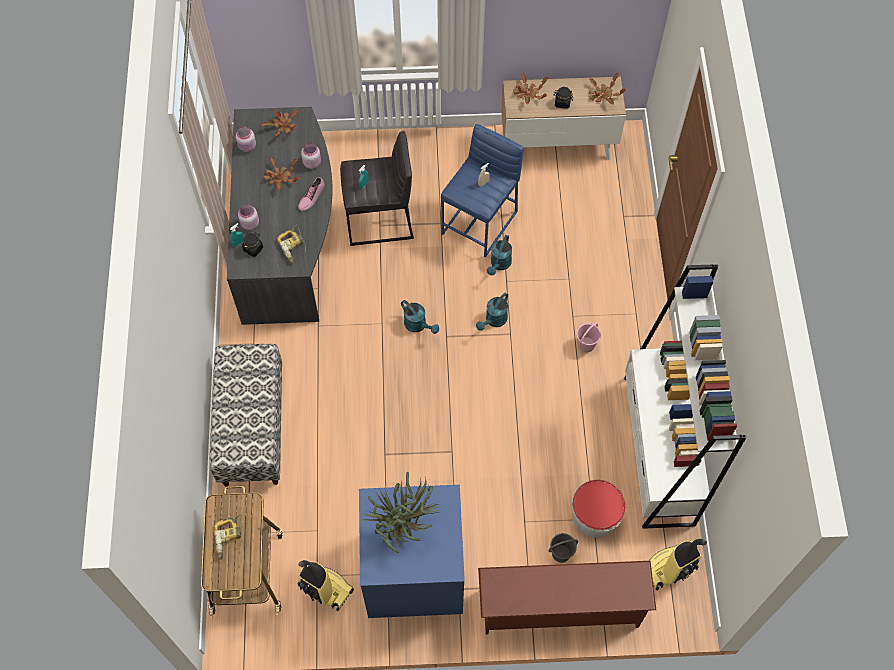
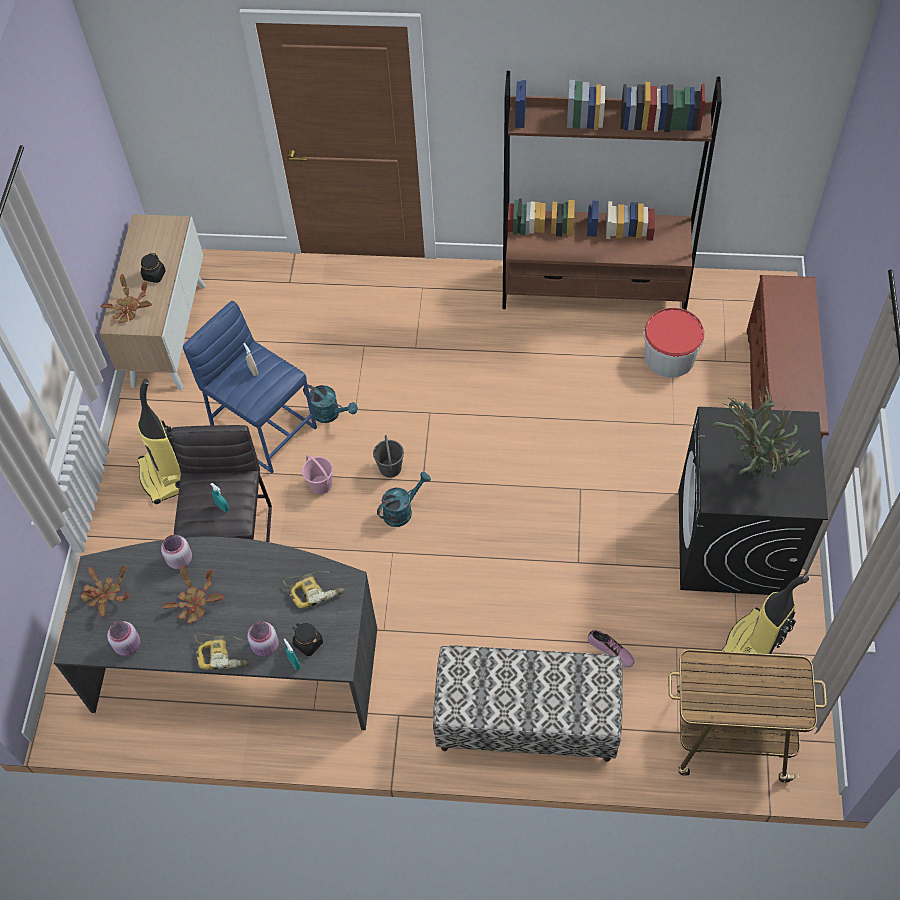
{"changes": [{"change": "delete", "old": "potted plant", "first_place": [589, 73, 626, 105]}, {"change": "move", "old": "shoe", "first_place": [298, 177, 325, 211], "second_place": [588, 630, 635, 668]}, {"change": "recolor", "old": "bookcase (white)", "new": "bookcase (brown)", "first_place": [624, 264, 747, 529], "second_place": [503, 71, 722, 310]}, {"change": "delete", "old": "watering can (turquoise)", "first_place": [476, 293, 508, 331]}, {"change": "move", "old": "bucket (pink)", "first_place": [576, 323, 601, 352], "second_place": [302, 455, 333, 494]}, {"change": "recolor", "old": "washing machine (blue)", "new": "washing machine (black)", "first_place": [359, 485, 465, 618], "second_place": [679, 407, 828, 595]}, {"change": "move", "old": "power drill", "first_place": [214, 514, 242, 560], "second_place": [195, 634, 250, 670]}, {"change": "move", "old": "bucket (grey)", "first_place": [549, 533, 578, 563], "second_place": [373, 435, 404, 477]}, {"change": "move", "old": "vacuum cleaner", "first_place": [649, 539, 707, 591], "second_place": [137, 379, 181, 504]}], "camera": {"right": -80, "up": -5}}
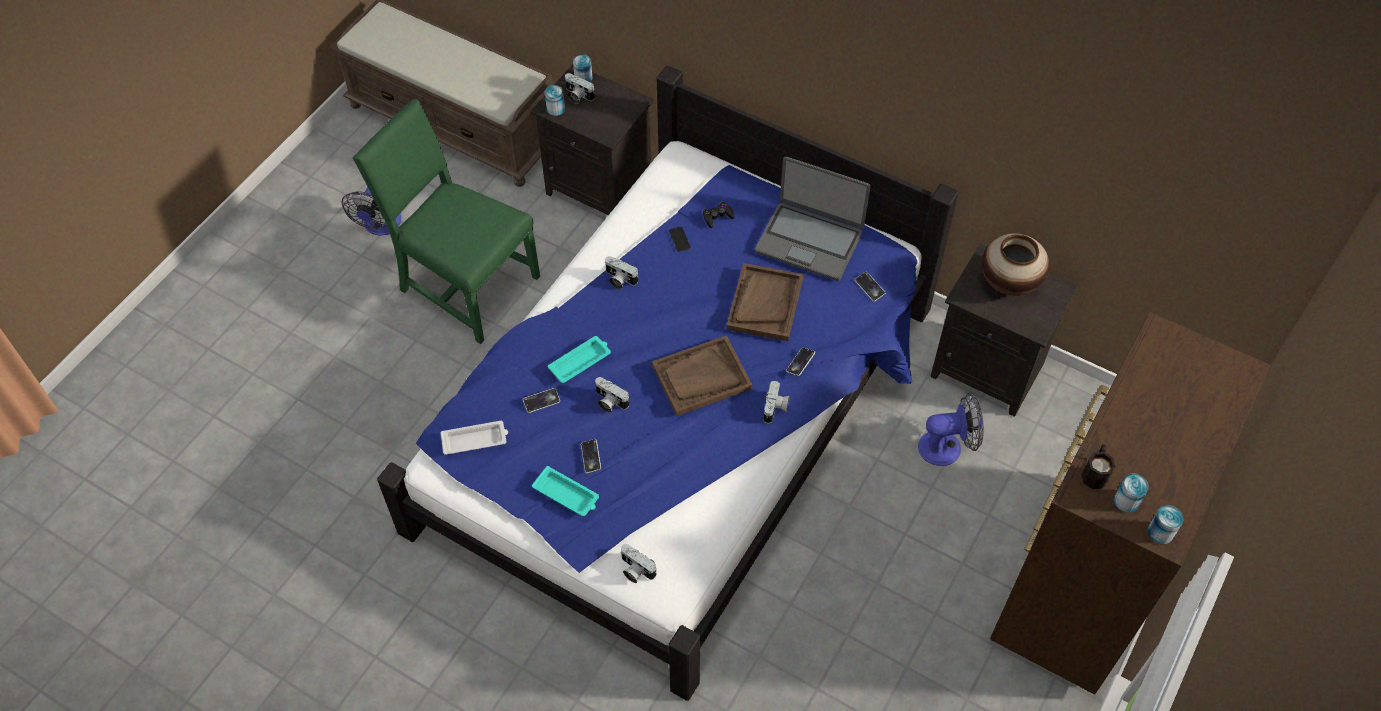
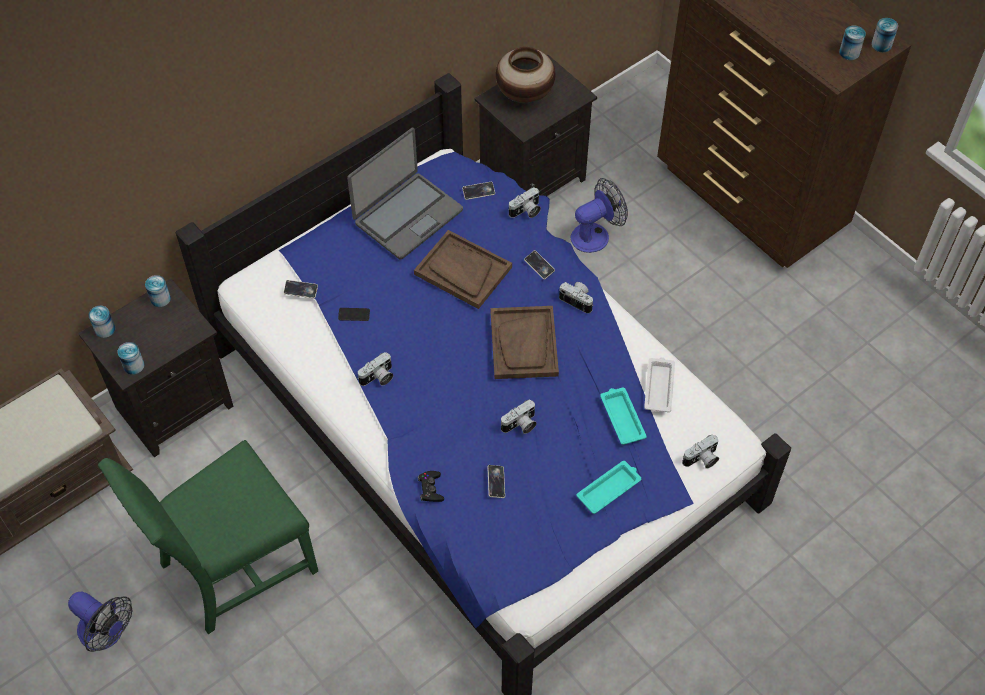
{"changes": [{"change": "move", "old": "photo camera", "first_place": [565, 73, 595, 104], "second_place": [508, 187, 541, 218]}, {"change": "move", "old": "game controller (black)", "first_place": [703, 202, 734, 228], "second_place": [418, 471, 444, 502]}, {"change": "move", "old": "tray (turquoise)", "first_place": [548, 336, 611, 383], "second_place": [600, 387, 647, 445]}, {"change": "rotate", "old": "fan", "first_place": [918, 393, 984, 466], "second_place": [571, 178, 628, 253], "degrees": 45}, {"change": "move", "old": "tray (white)", "first_place": [441, 421, 508, 455], "second_place": [644, 357, 675, 412]}, {"change": "move", "old": "phone", "first_place": [581, 439, 601, 474], "second_place": [283, 280, 318, 298]}, {"change": "delete", "old": "mug (black)", "first_place": [1081, 444, 1116, 489]}, {"change": "insert", "new": "can", "second_place": [145, 275, 171, 307]}], "camera": {"right": -70, "up": 0}}
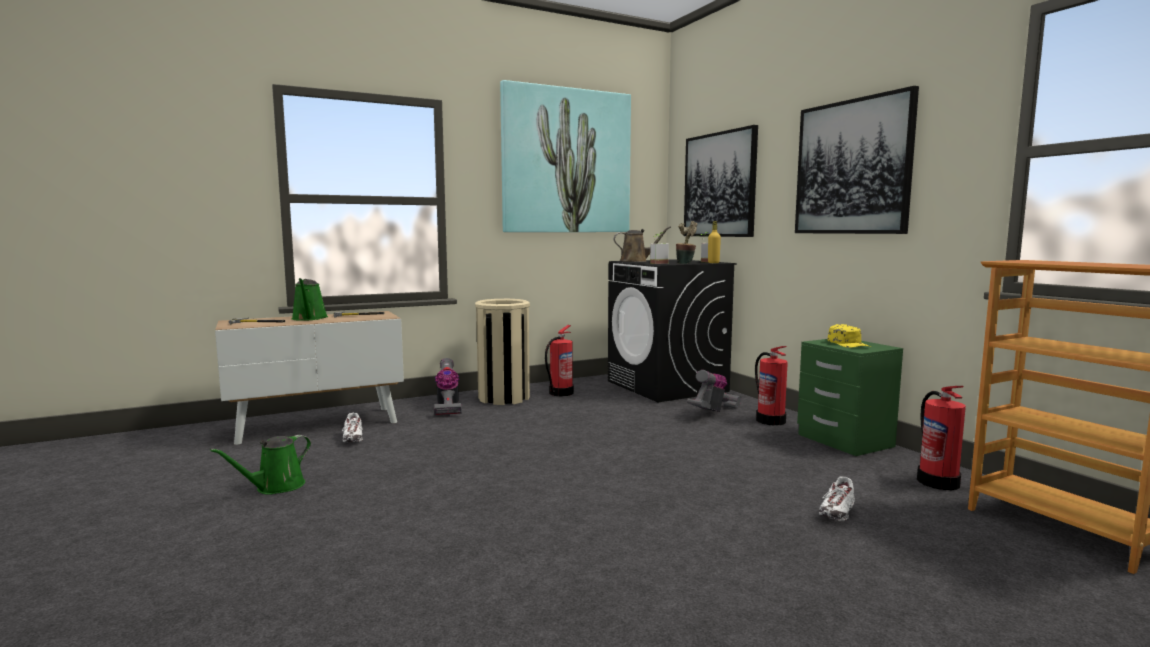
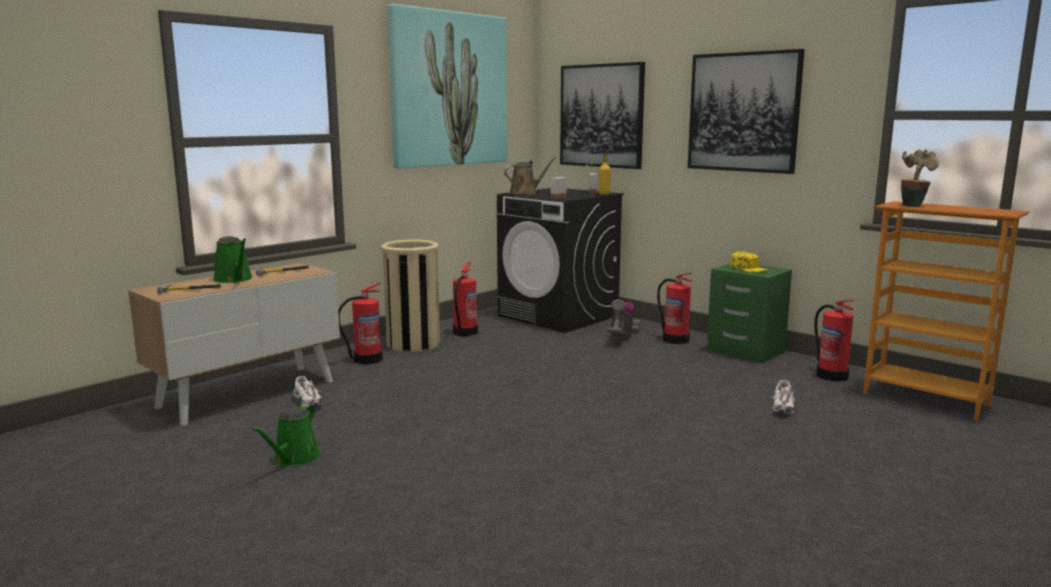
{"changes": [{"change": "move", "old": "potted plant", "first_place": [676, 221, 697, 264], "second_place": [901, 149, 939, 207]}, {"change": "replace", "old": "vacuum cleaner", "new": "fire extinguisher", "first_place": [434, 358, 461, 416], "second_place": [338, 282, 383, 364]}], "camera": {"right": -20, "up": 5}}
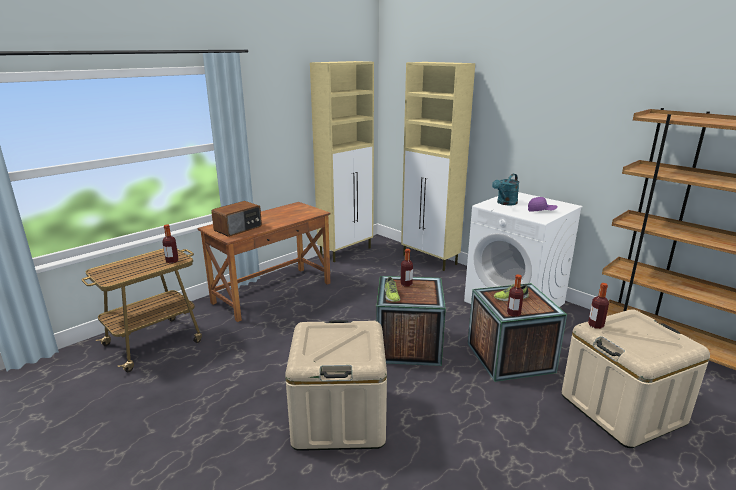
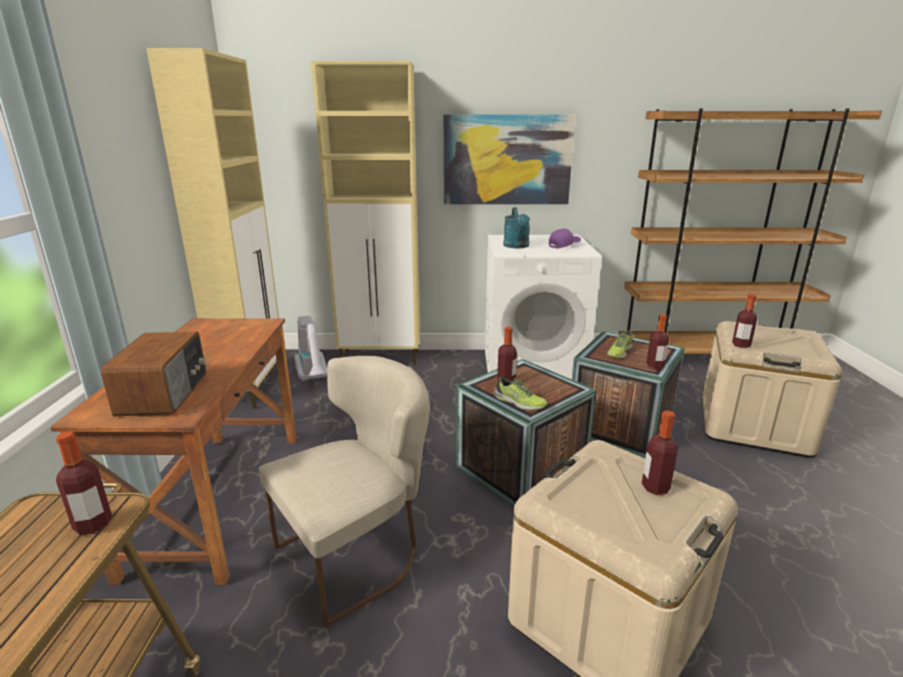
{"changes": [{"change": "insert", "new": "picture", "second_place": [444, 114, 575, 204]}, {"change": "insert", "new": "vacuum cleaner", "second_place": [295, 316, 327, 381]}, {"change": "insert", "new": "chair (beige)", "second_place": [259, 356, 430, 627]}, {"change": "insert", "new": "bottle", "second_place": [642, 411, 678, 495]}], "camera": {"right": -45, "up": 0}}
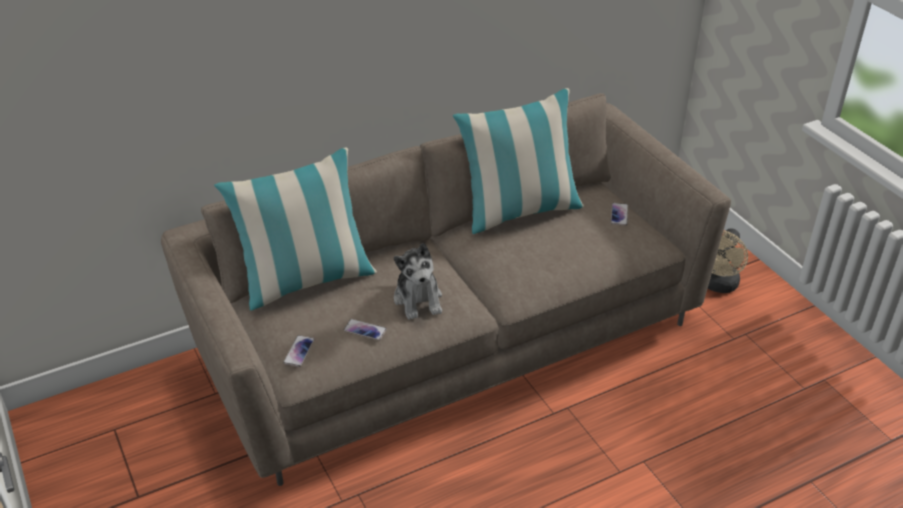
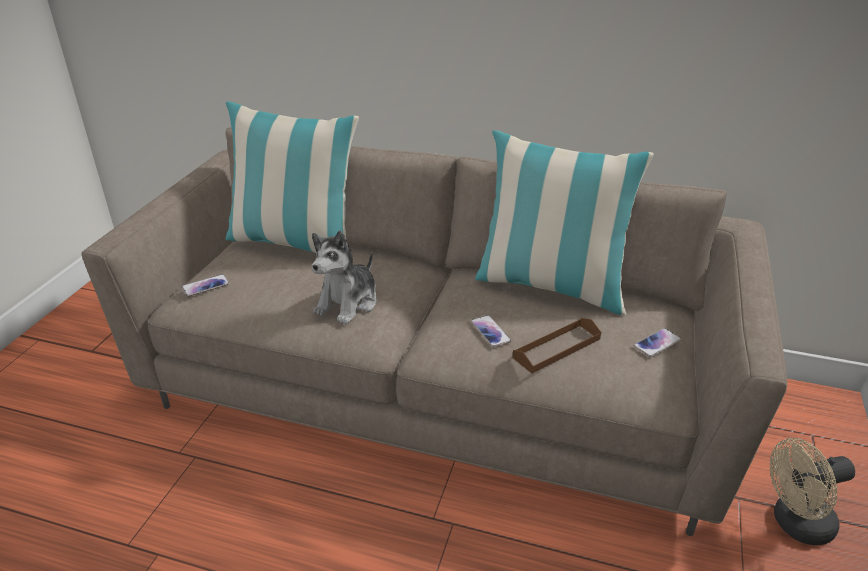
{"changes": [{"change": "move", "old": "phone", "first_place": [344, 319, 387, 340], "second_place": [471, 315, 511, 348]}, {"change": "insert", "new": "tray (brown)", "second_place": [512, 318, 601, 373]}], "camera": {"right": 45, "up": -5}}
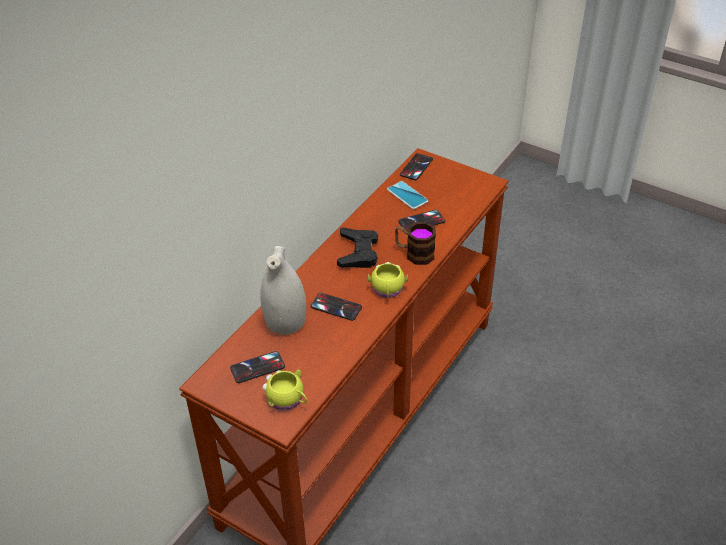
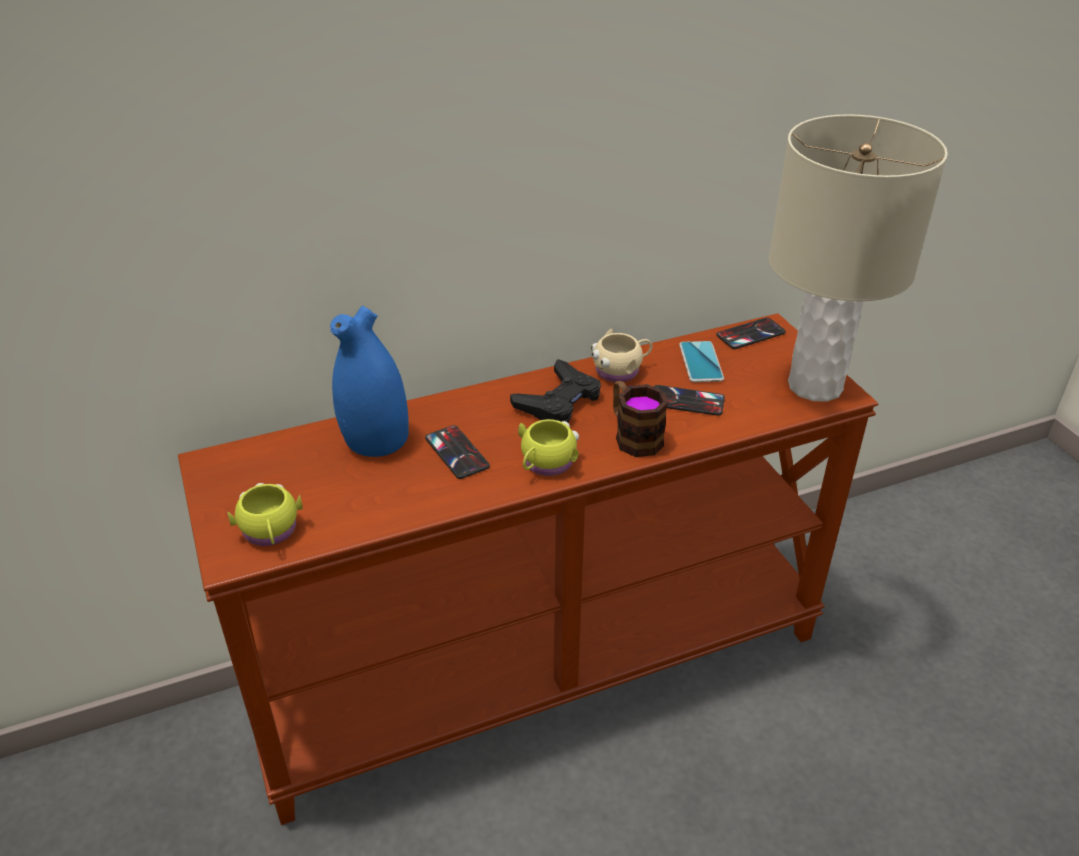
{"changes": [{"change": "recolor", "old": "vase (white)", "new": "vase (blue)", "first_place": [260, 246, 306, 335], "second_place": [330, 306, 409, 457]}, {"change": "delete", "old": "phone", "first_place": [230, 351, 285, 383]}, {"change": "insert", "new": "table lamp (beige)", "second_place": [769, 114, 948, 402]}, {"change": "insert", "new": "mug (beige)", "second_place": [591, 328, 653, 382]}], "camera": {"right": 35, "up": -5}}
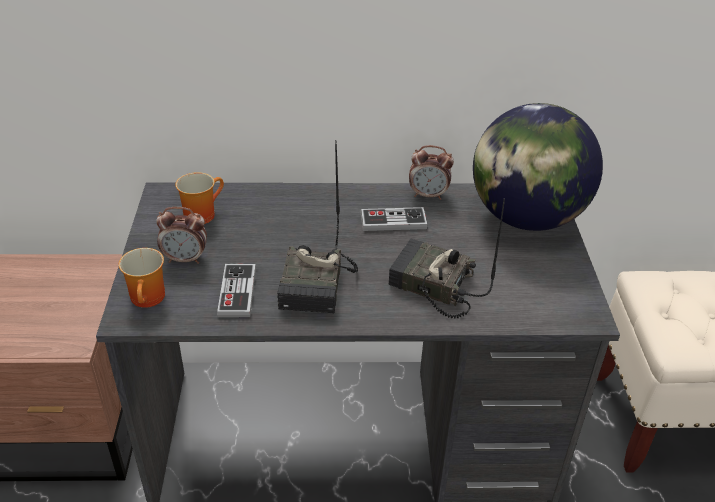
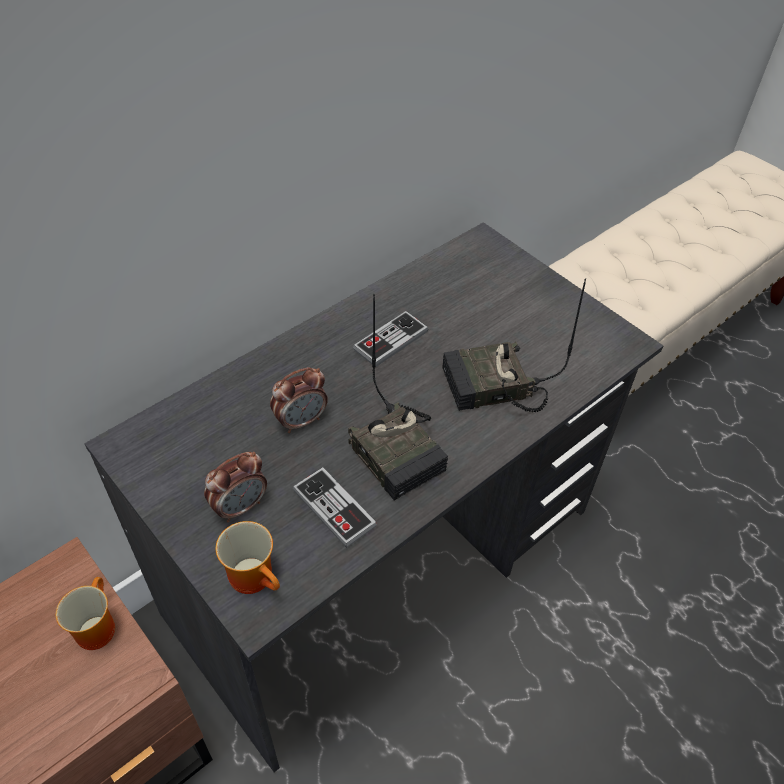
{"changes": [{"change": "delete", "old": "globe", "first_place": [473, 103, 603, 231]}, {"change": "move", "old": "alarm clock", "first_place": [409, 145, 454, 200], "second_place": [270, 367, 328, 433]}, {"change": "move", "old": "mug", "first_place": [175, 172, 224, 224], "second_place": [56, 577, 115, 650]}], "camera": {"right": -40, "up": 10}}
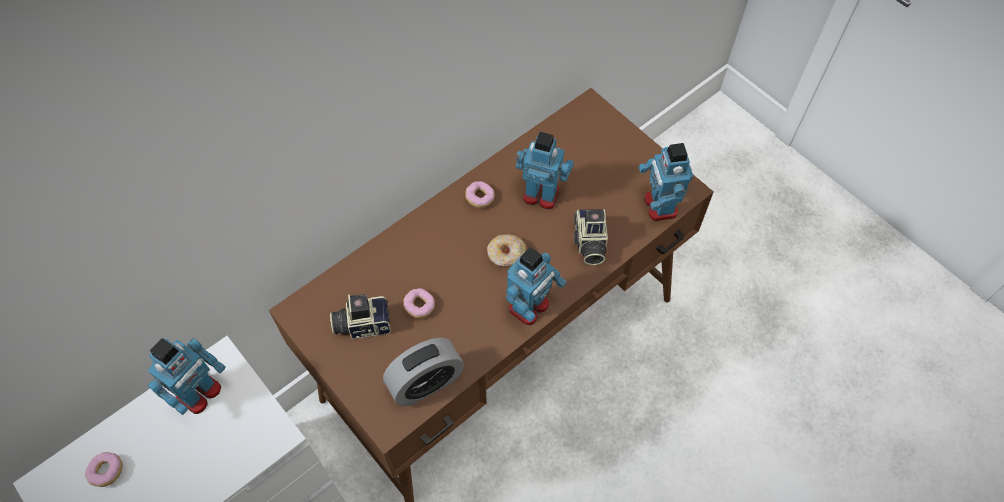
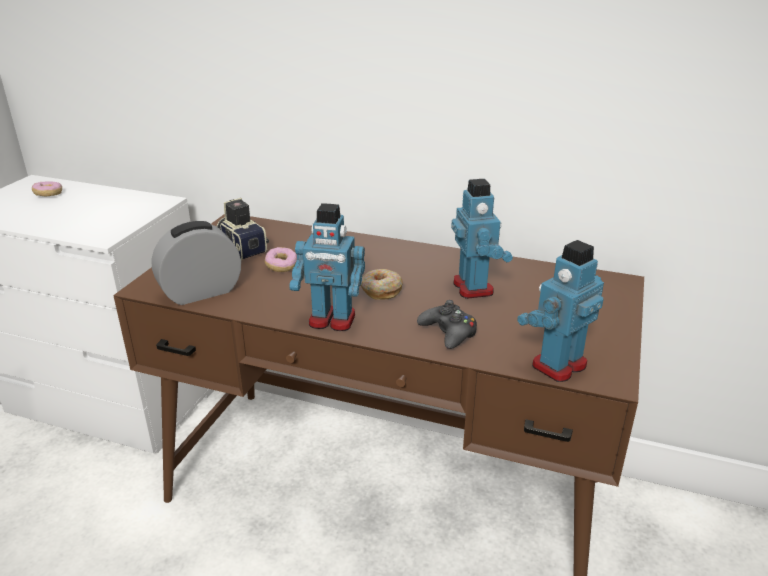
{"changes": [{"change": "delete", "old": "donut", "first_place": [465, 181, 494, 208]}, {"change": "replace", "old": "photo camera", "new": "game controller (black)", "first_place": [574, 209, 608, 265], "second_place": [417, 300, 477, 349]}, {"change": "delete", "old": "toy robot", "first_place": [148, 338, 226, 415]}, {"change": "rotate", "old": "alarm clock", "first_place": [383, 338, 464, 406], "second_place": [151, 221, 241, 305], "degrees": 120}], "camera": {"right": 60, "up": -30}}
